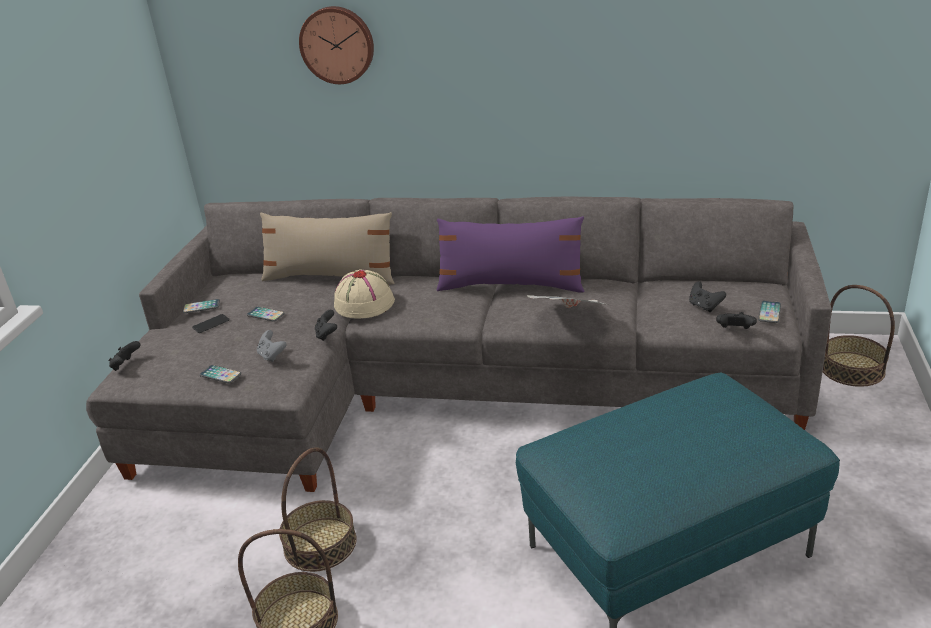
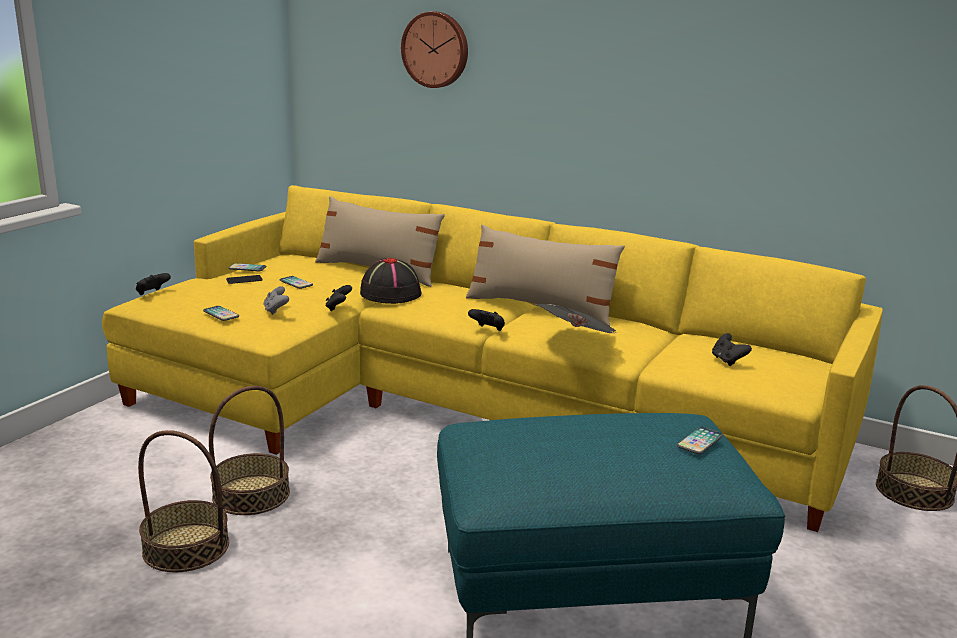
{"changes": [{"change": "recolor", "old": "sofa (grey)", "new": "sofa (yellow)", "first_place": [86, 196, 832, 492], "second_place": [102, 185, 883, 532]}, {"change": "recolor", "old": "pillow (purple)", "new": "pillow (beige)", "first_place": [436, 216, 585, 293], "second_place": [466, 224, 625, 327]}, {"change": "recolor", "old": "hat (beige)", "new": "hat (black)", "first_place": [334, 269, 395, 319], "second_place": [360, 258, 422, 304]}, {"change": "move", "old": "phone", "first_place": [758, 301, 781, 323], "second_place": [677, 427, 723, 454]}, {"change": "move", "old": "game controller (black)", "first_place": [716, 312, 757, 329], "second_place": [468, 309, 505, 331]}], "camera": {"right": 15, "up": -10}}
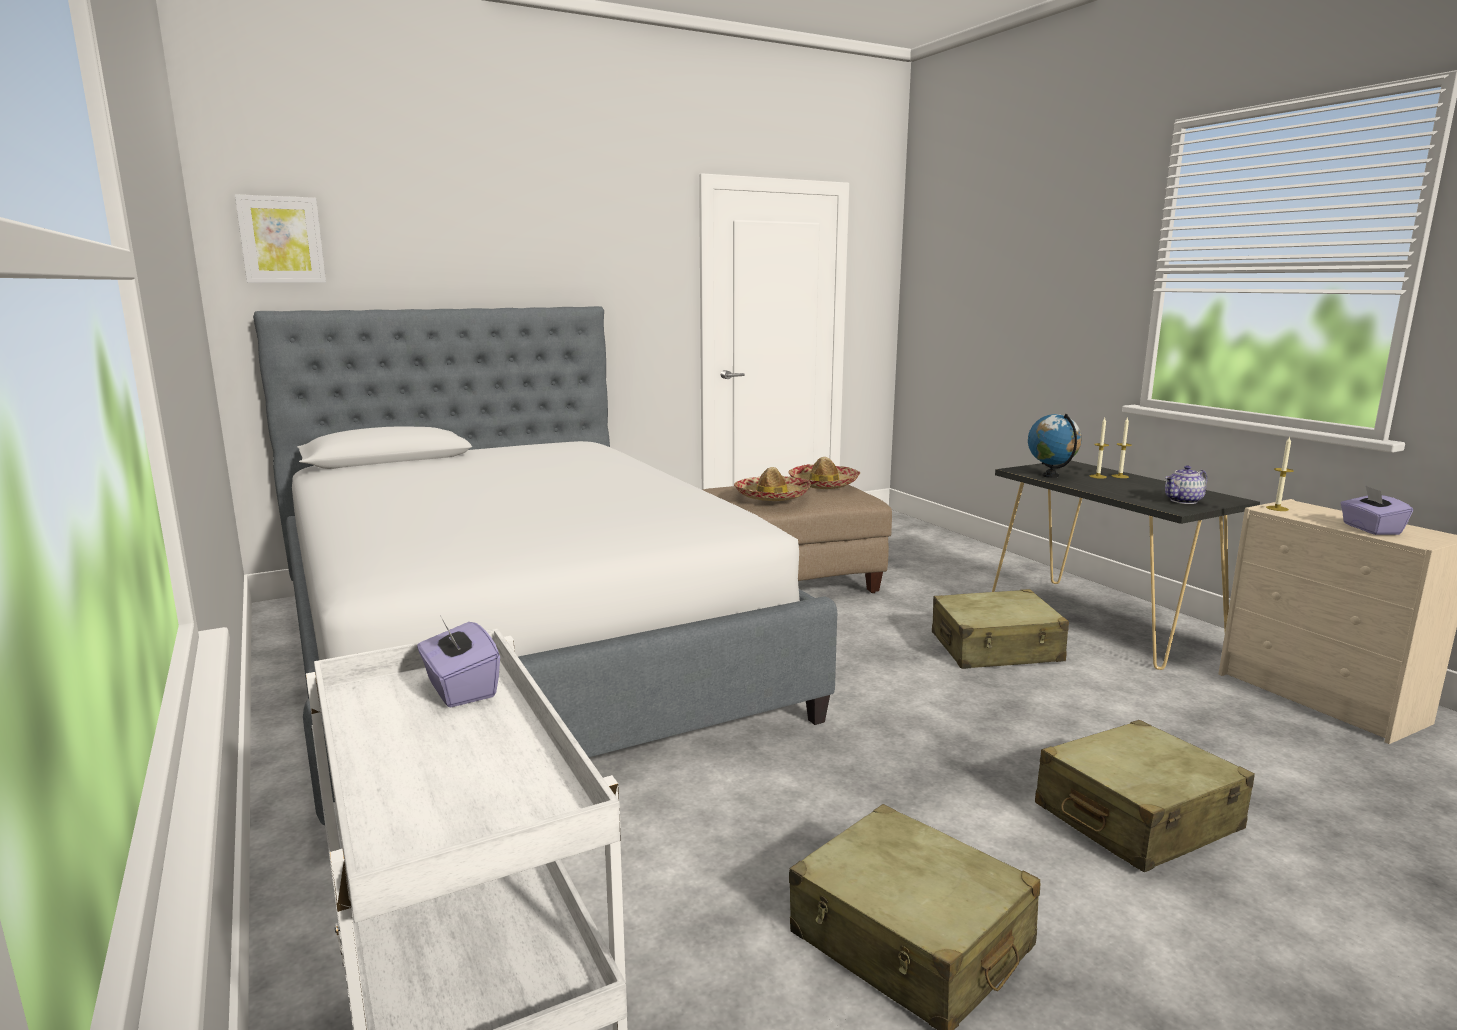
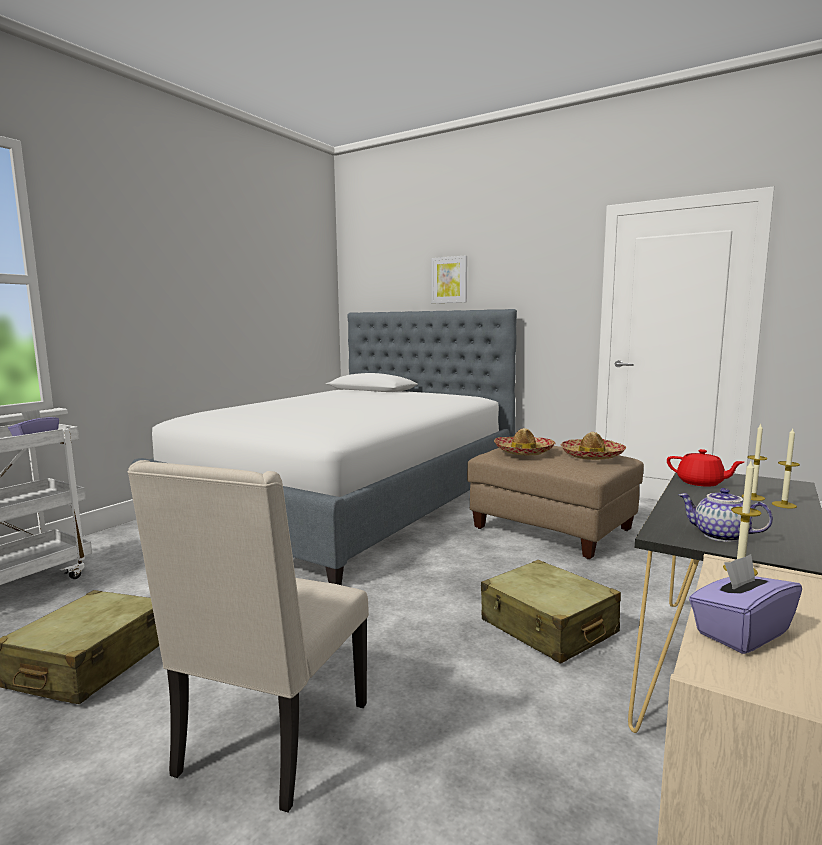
{"changes": [{"change": "move", "old": "picture", "first_place": [235, 194, 326, 283], "second_place": [431, 255, 467, 303]}, {"change": "replace", "old": "globe", "new": "teapot (red)", "first_place": [1028, 414, 1082, 478], "second_place": [667, 449, 744, 487]}, {"change": "replace", "old": "suitcase (beige)", "new": "chair (beige)", "first_place": [1035, 720, 1255, 872], "second_place": [127, 460, 369, 812]}], "camera": {"right": 60, "up": -5}}
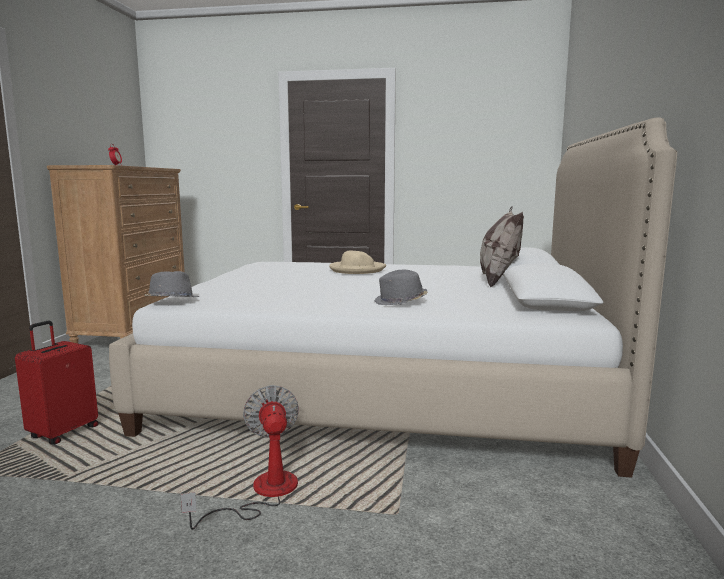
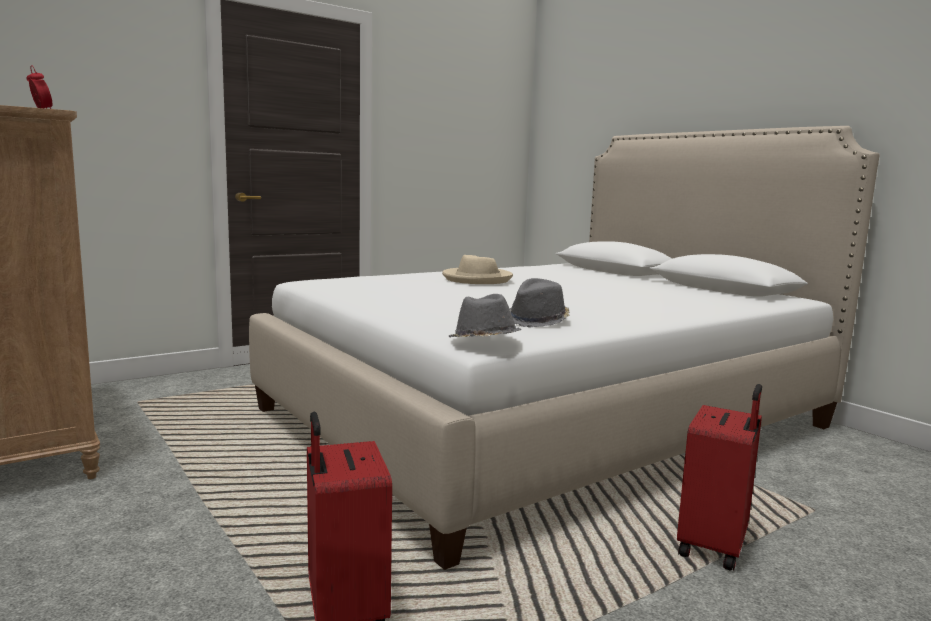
{"changes": [{"change": "delete", "old": "pillow", "first_place": [480, 206, 524, 288]}, {"change": "move", "old": "hat (grey)", "first_place": [374, 269, 428, 305], "second_place": [509, 278, 569, 328]}, {"change": "replace", "old": "fan", "new": "suitcase (red)", "first_place": [181, 385, 299, 530], "second_place": [677, 384, 762, 571]}], "camera": {"right": -45, "up": 0}}
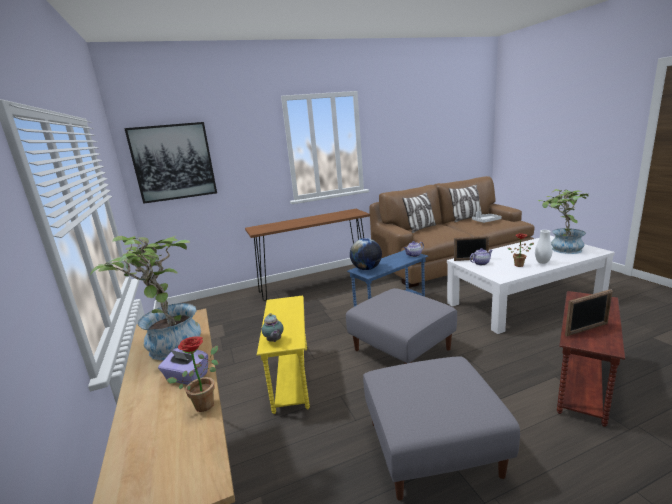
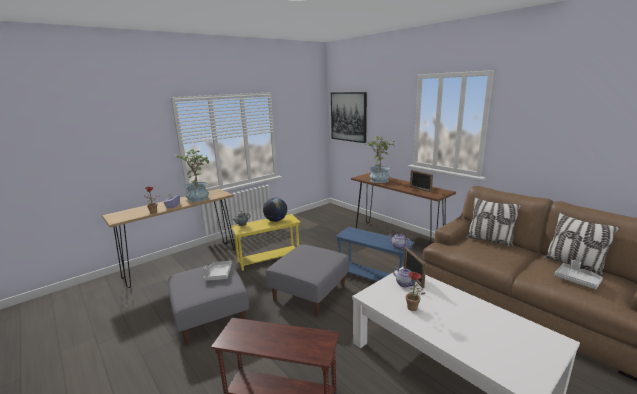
{"changes": [{"change": "move", "old": "potted plant", "first_place": [538, 189, 589, 254], "second_place": [364, 136, 395, 183]}, {"change": "delete", "old": "vase (white)", "first_place": [535, 230, 552, 264]}, {"change": "move", "old": "globe", "first_place": [350, 238, 382, 270], "second_place": [263, 197, 287, 222]}, {"change": "move", "old": "picture frame", "first_place": [565, 289, 613, 336], "second_place": [410, 170, 433, 192]}, {"change": "insert", "new": "tray (grey)", "second_place": [204, 261, 232, 281]}], "camera": {"right": 70, "up": 0}}
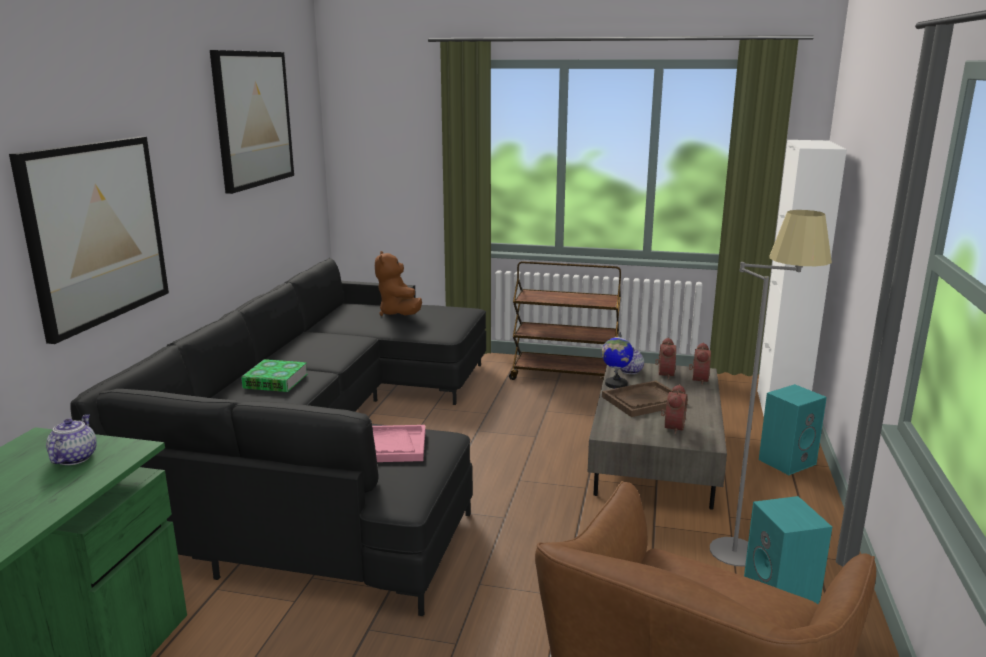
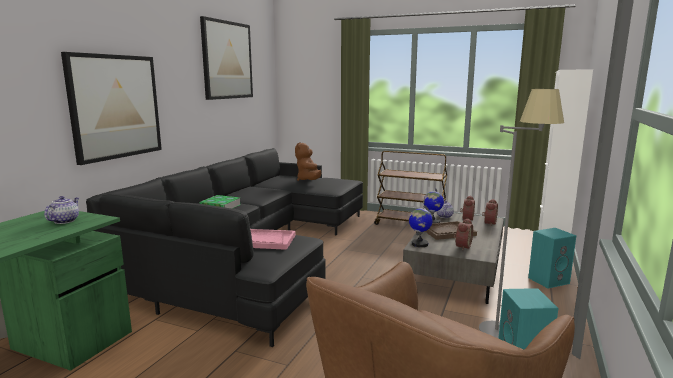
{"changes": [{"change": "insert", "new": "globe", "second_place": [409, 205, 433, 247]}], "camera": {"right": 10, "up": -5}}
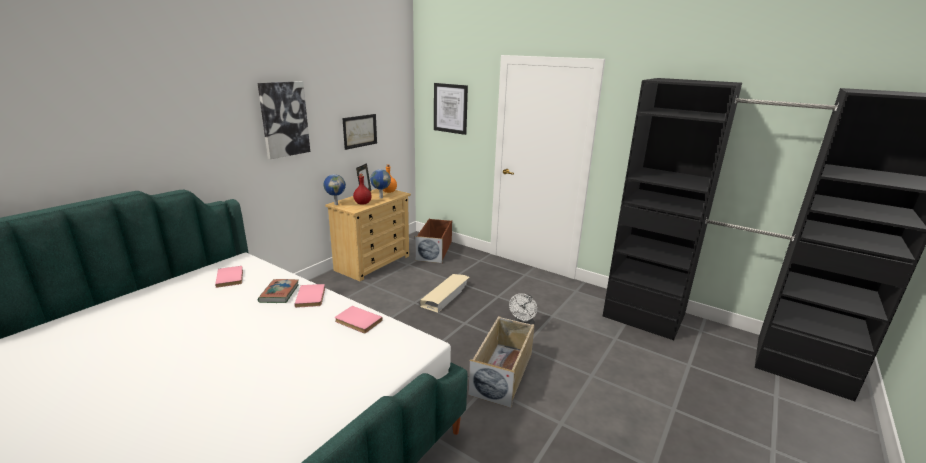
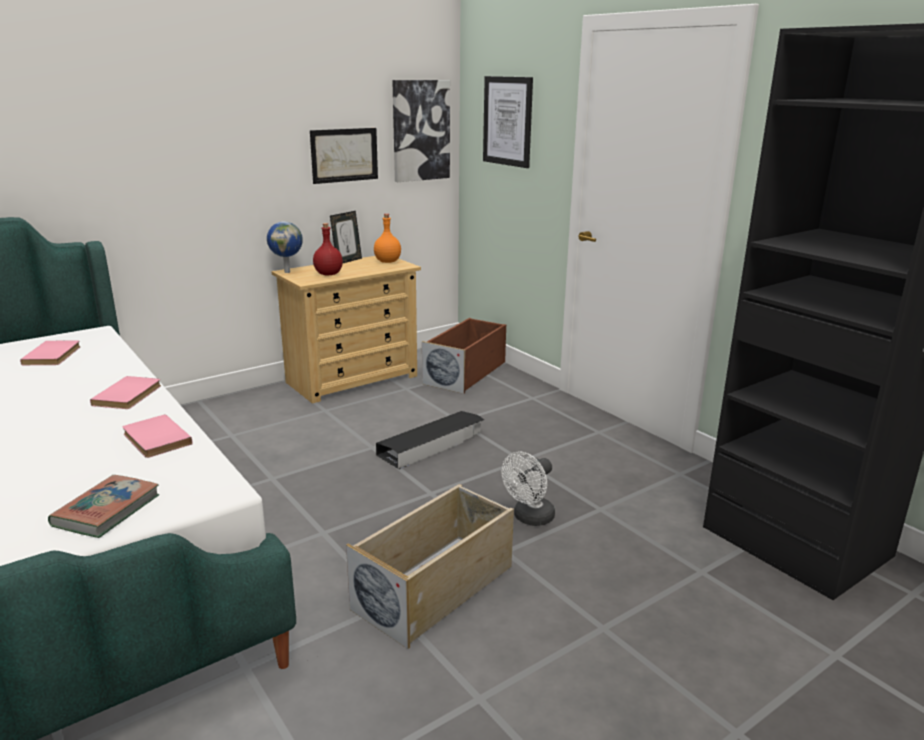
{"changes": [{"change": "move", "old": "picture", "first_place": [258, 81, 310, 159], "second_place": [392, 80, 450, 182]}, {"change": "delete", "old": "globe", "first_place": [370, 169, 391, 199]}, {"change": "recolor", "old": "storage box (beige)", "new": "storage box (black)", "first_place": [420, 274, 469, 313], "second_place": [376, 411, 484, 469]}, {"change": "move", "old": "book", "first_place": [258, 279, 299, 303], "second_place": [48, 475, 160, 538]}], "camera": {"right": 20, "up": 0}}
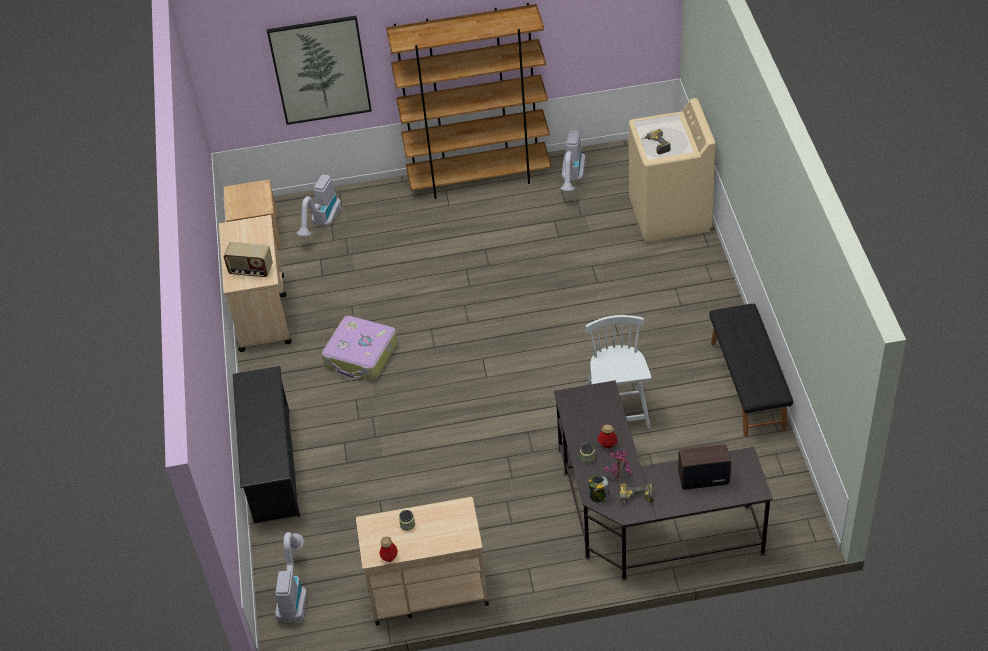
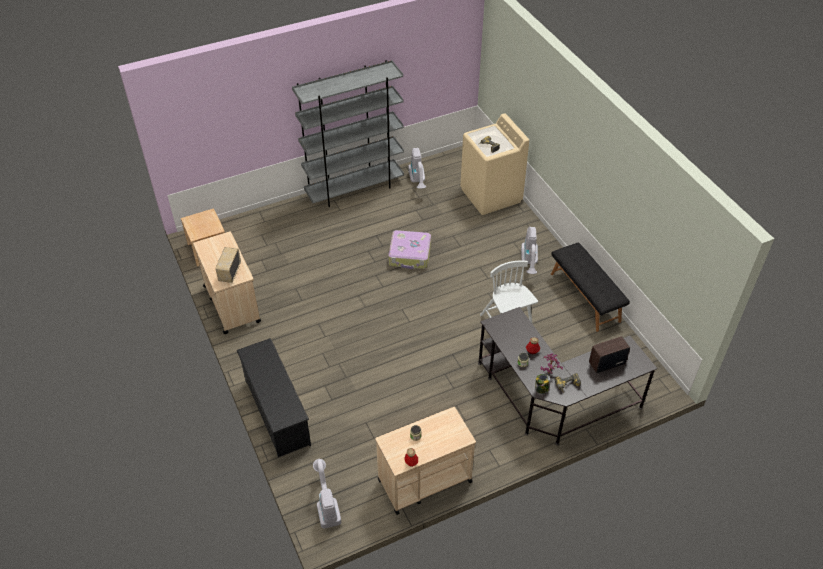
{"changes": [{"change": "recolor", "old": "bookcase (brown)", "new": "bookcase (grey)", "first_place": [386, 3, 551, 199], "second_place": [292, 60, 404, 207]}, {"change": "delete", "old": "picture", "first_place": [267, 16, 372, 125]}, {"change": "move", "old": "vacuum cleaner", "first_place": [297, 174, 342, 236], "second_place": [521, 227, 538, 274]}, {"change": "rotate", "old": "radio", "first_place": [223, 242, 273, 277], "second_place": [216, 247, 241, 283], "degrees": 105}, {"change": "move", "old": "suitcase", "first_place": [322, 316, 398, 380], "second_place": [388, 230, 431, 269]}], "camera": {"right": -20, "up": 0}}
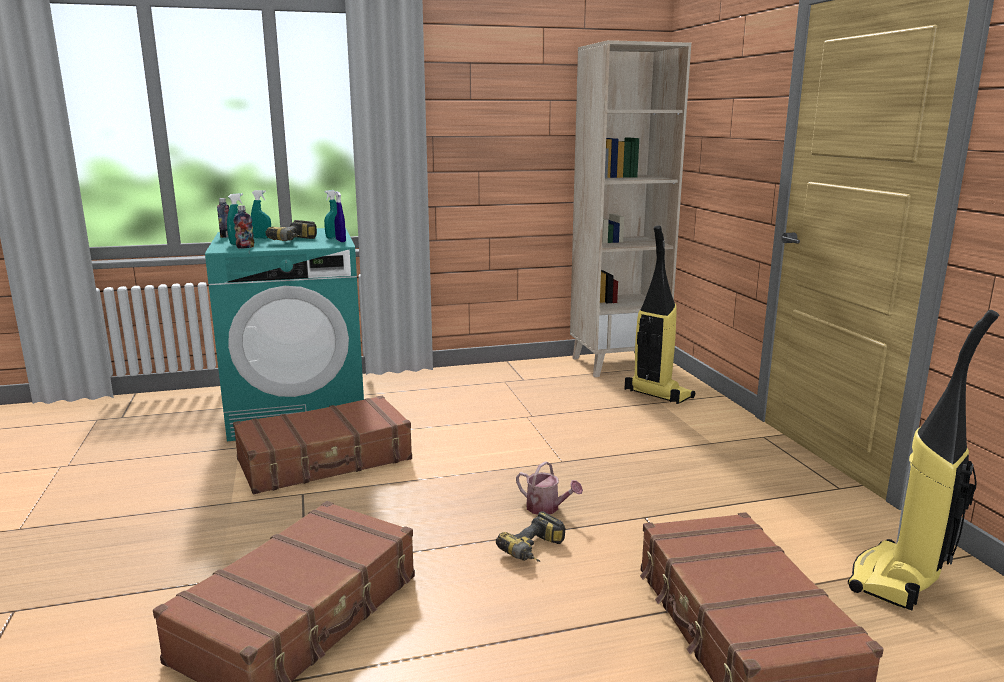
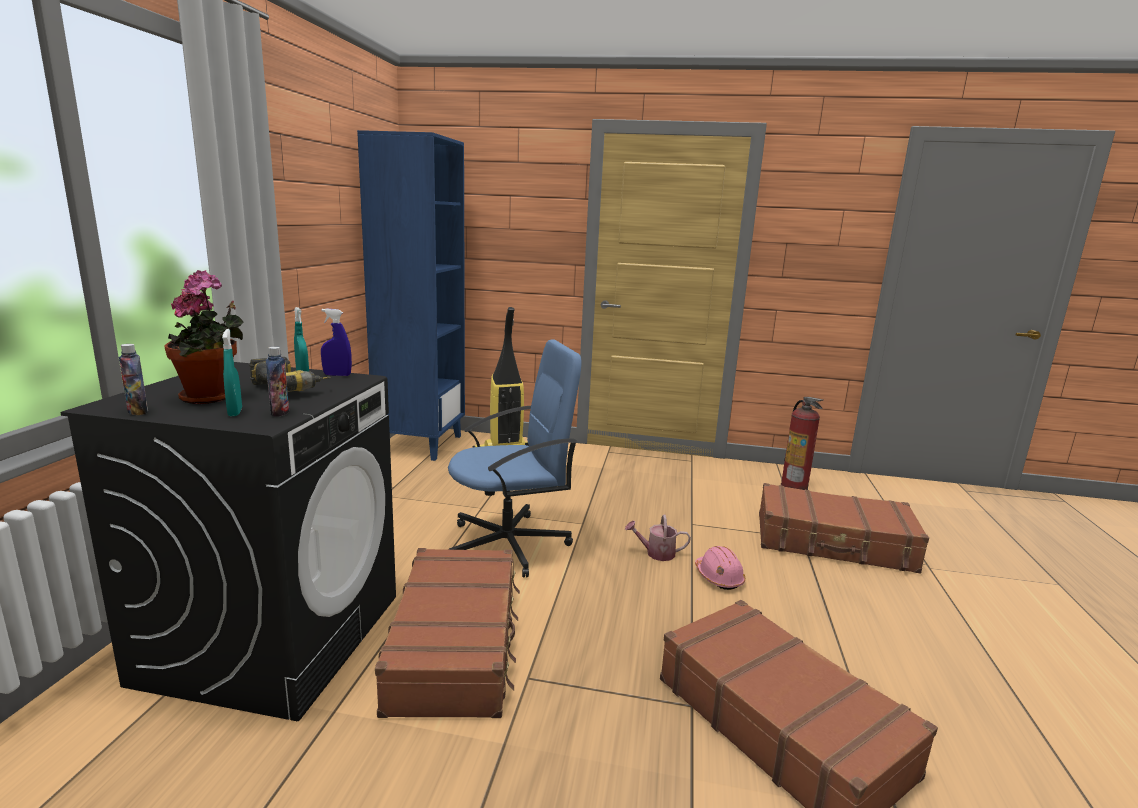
{"changes": [{"change": "recolor", "old": "bookcase (beige)", "new": "bookcase (blue)", "first_place": [570, 40, 691, 377], "second_place": [357, 130, 465, 461]}, {"change": "replace", "old": "spray bottle (turquoise)", "new": "potted plant", "first_place": [251, 190, 271, 238], "second_place": [164, 270, 244, 404]}, {"change": "recolor", "old": "washing machine (turquoise)", "new": "washing machine (black)", "first_place": [205, 227, 364, 441], "second_place": [60, 362, 396, 721]}, {"change": "replace", "old": "vacuum cleaner", "new": "fire extinguisher", "first_place": [848, 310, 999, 611], "second_place": [781, 397, 823, 490]}, {"change": "rotate", "old": "watering can", "first_place": [516, 461, 583, 515], "second_place": [625, 515, 691, 561], "degrees": -150}, {"change": "replace", "old": "power drill", "new": "hard hat (pink)", "first_place": [496, 511, 565, 562], "second_place": [695, 546, 745, 590]}, {"change": "insert", "new": "office chair (blue)", "second_place": [448, 339, 581, 578]}], "camera": {"right": -65, "up": 0}}
